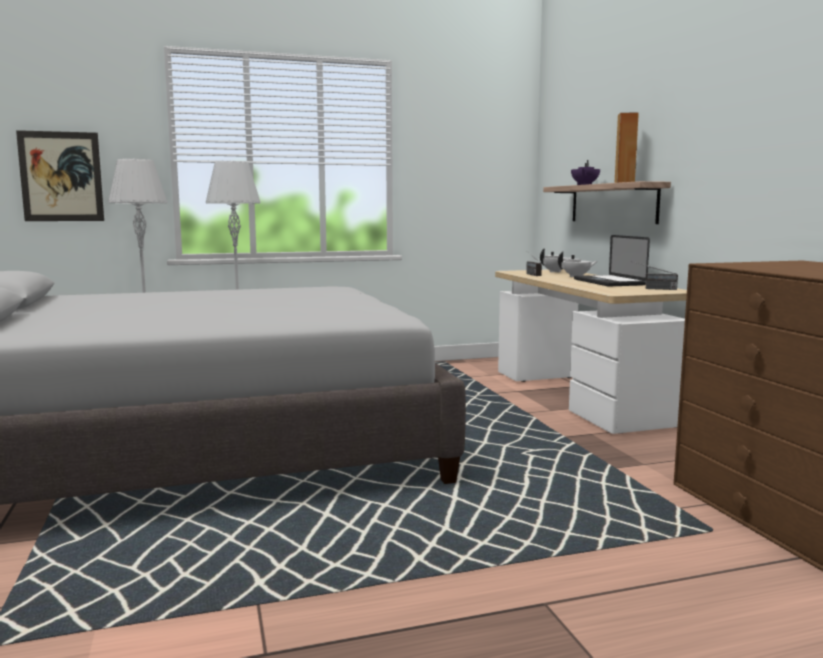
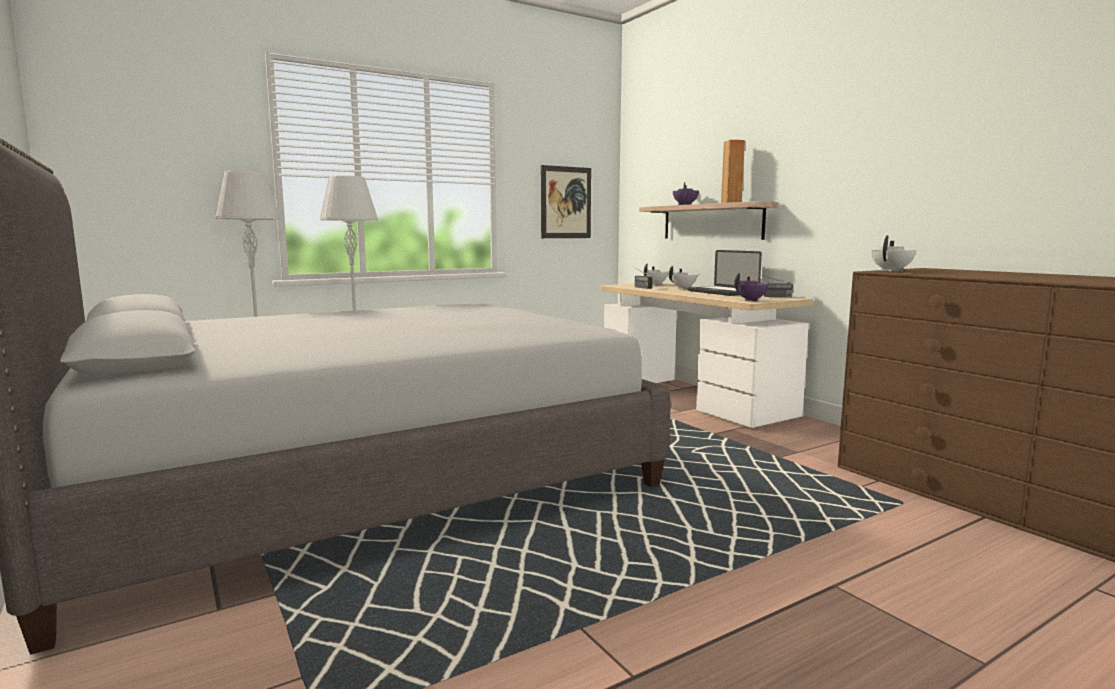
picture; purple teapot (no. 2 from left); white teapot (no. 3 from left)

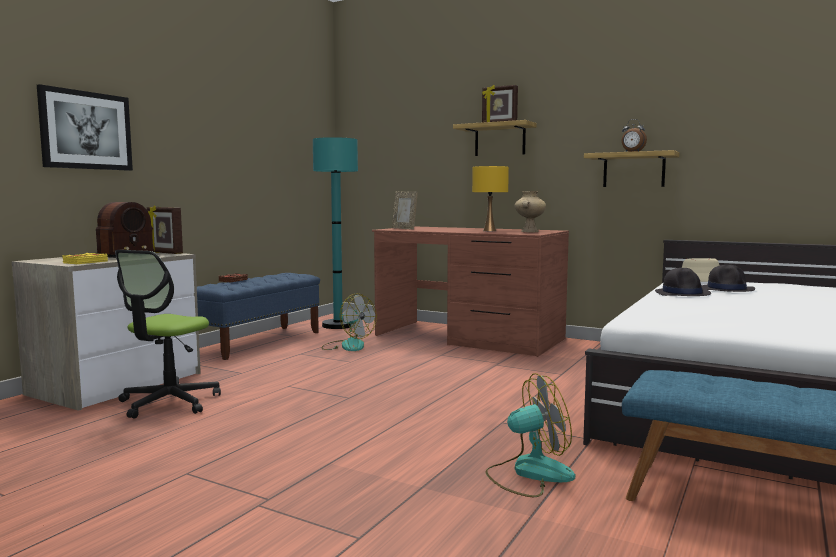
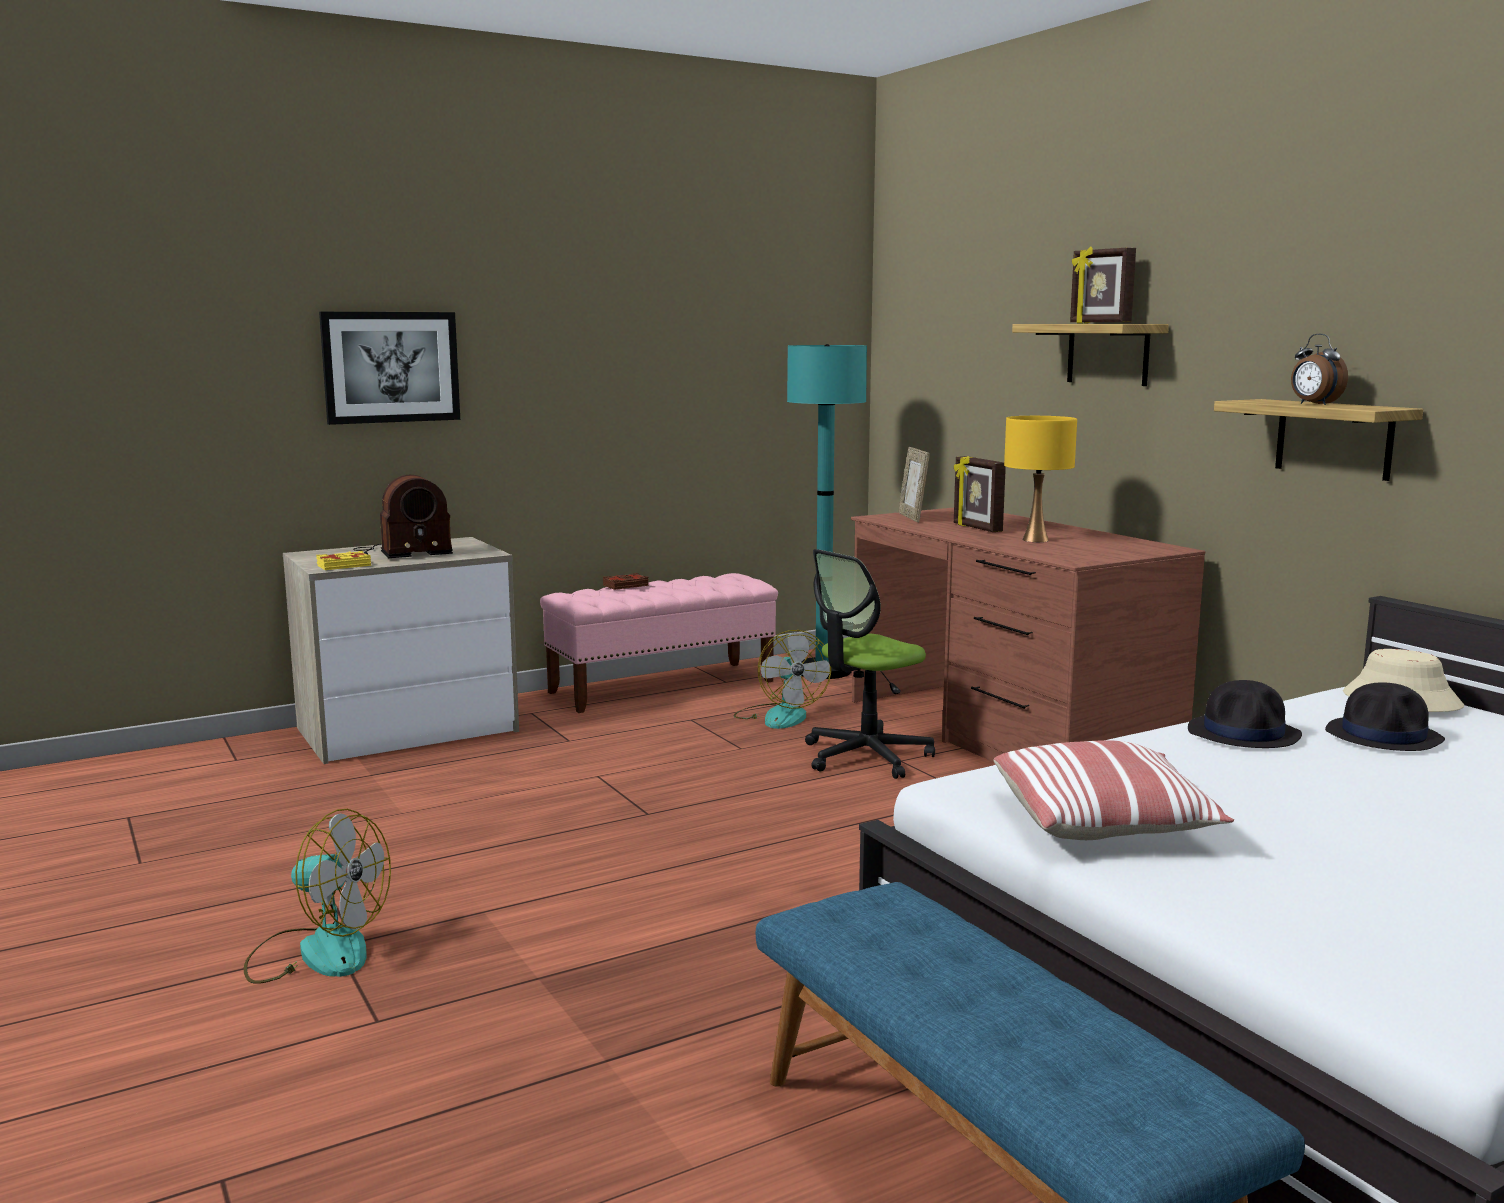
fan (no. 1 from left); pink bench; office chair; picture frame (no. 2 from left); pillow; beige vase

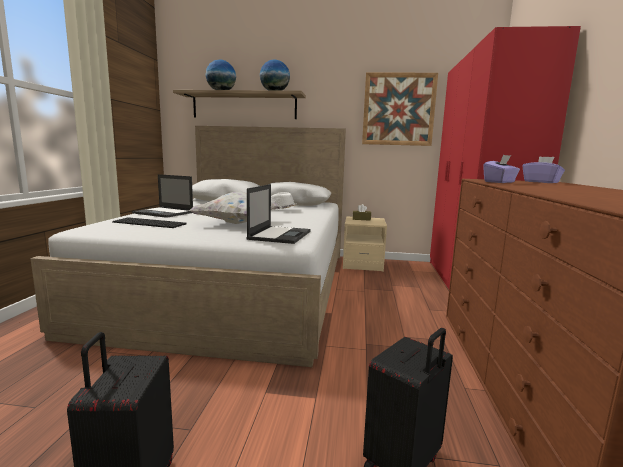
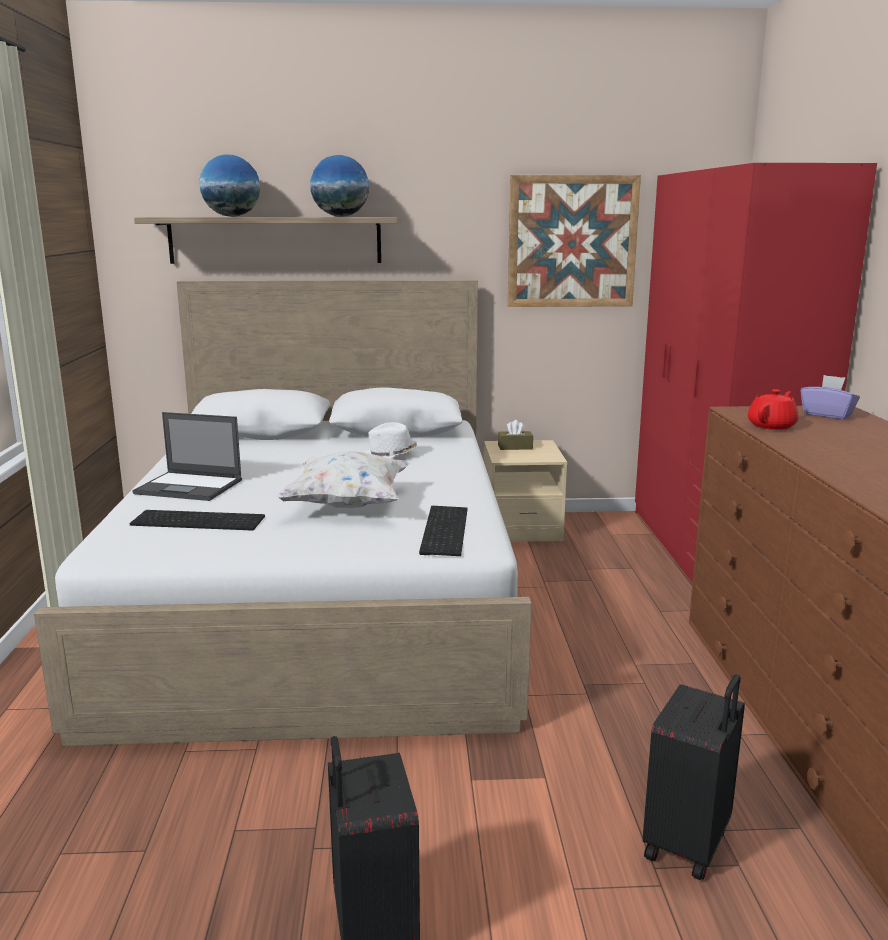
keyboard (no. 2 from left); red teapot

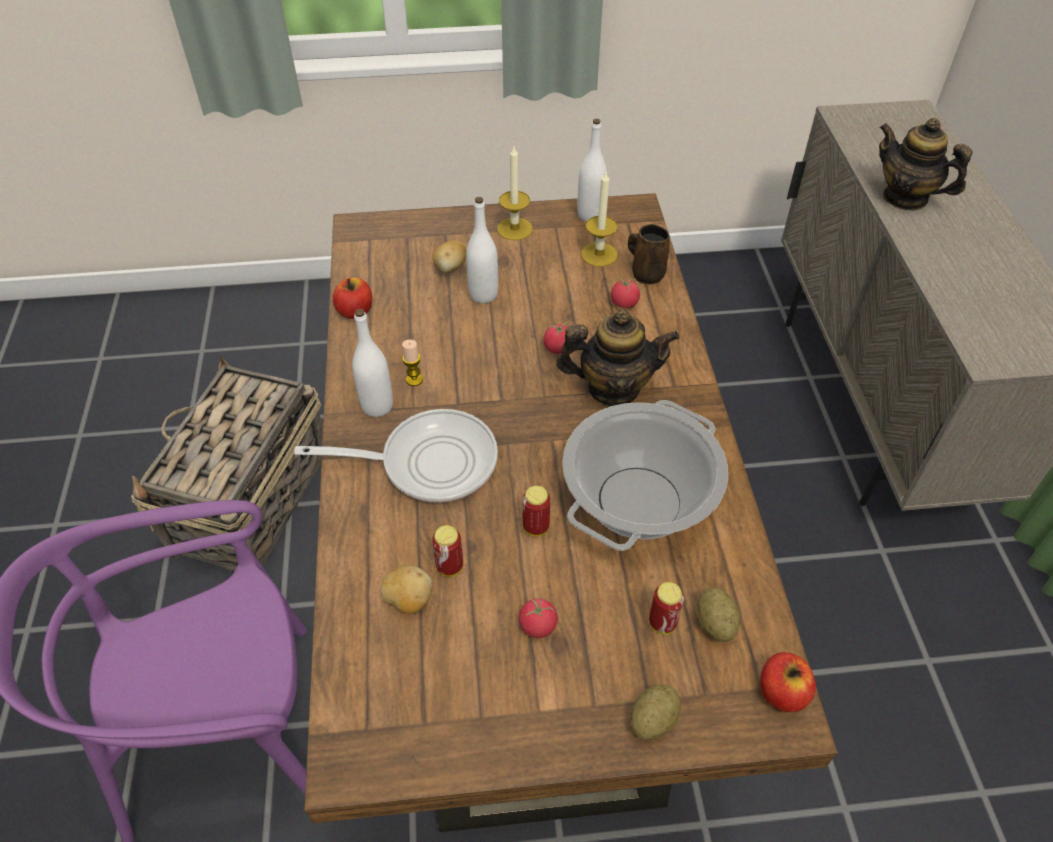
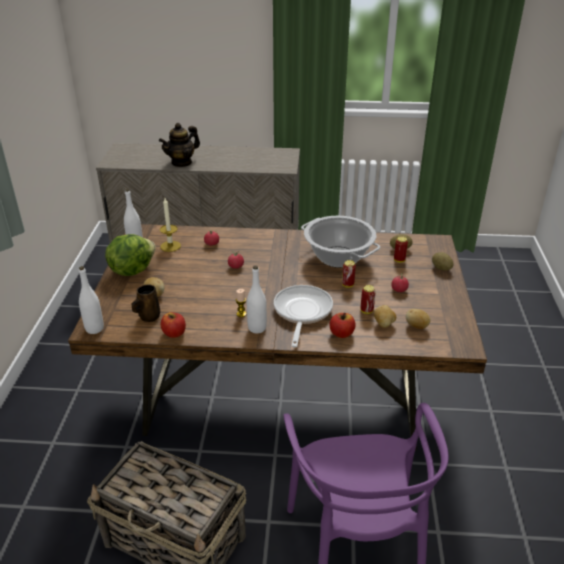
white bottle (no. 1 from left); lettuce; brown mug; apple (no. 2 from left); potato (no. 4 from left); teapot (no. 1 from left in the first image)

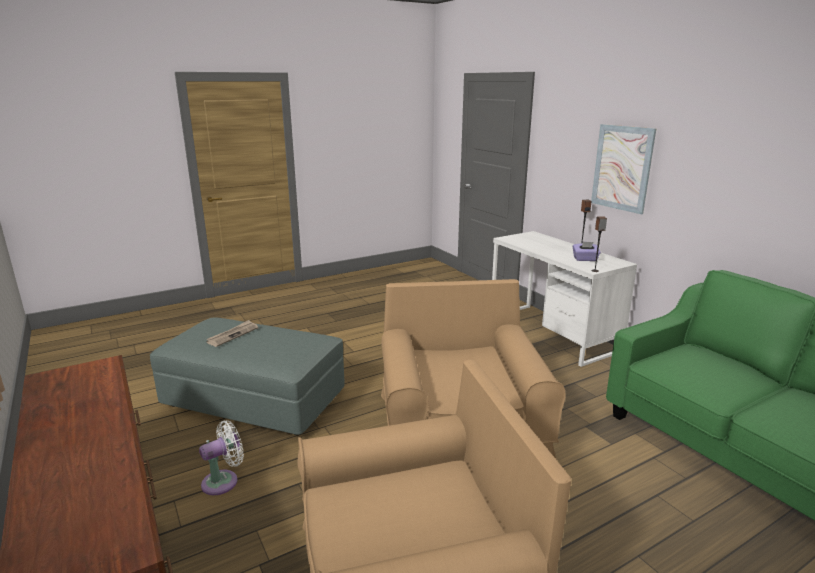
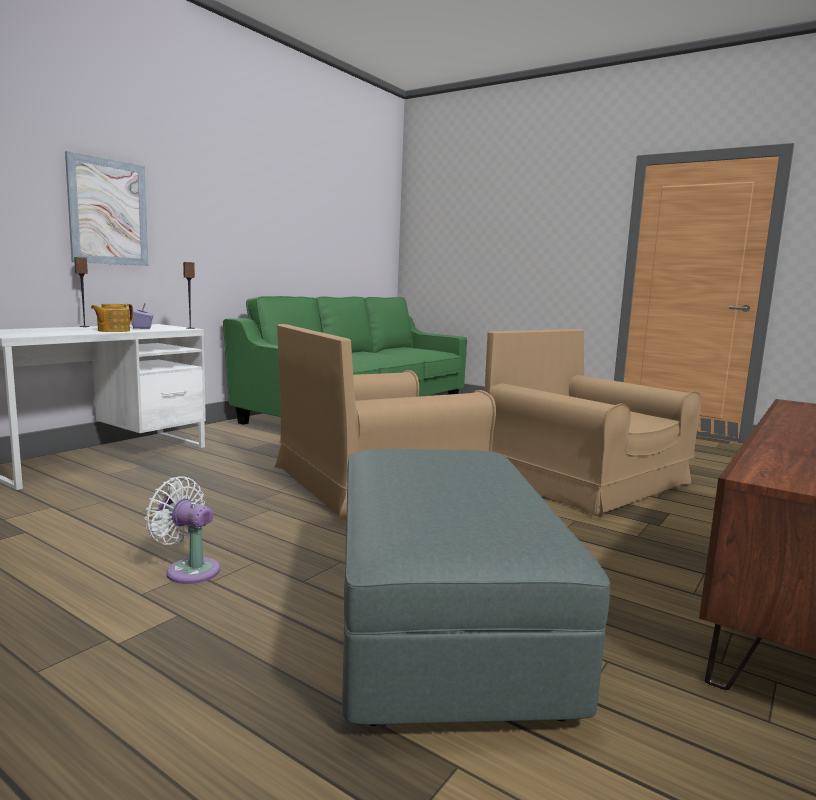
teapot; white fan; newspaper

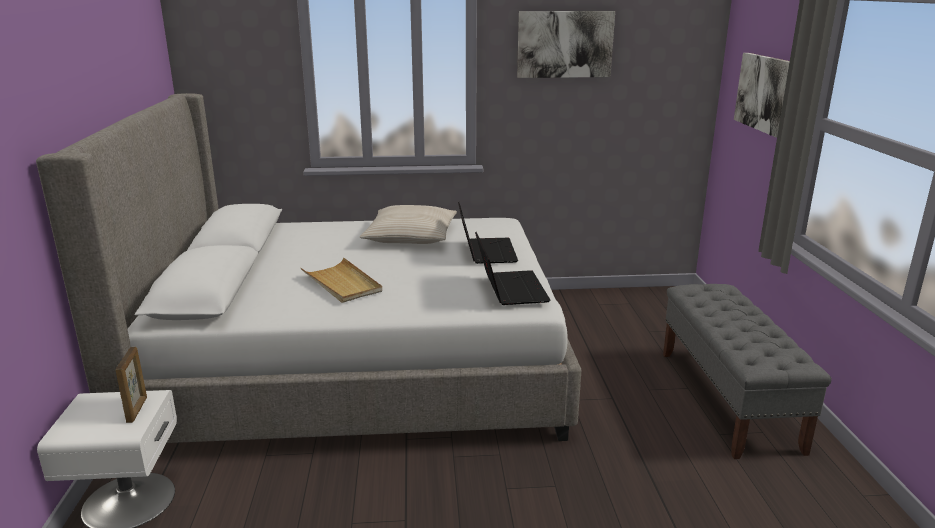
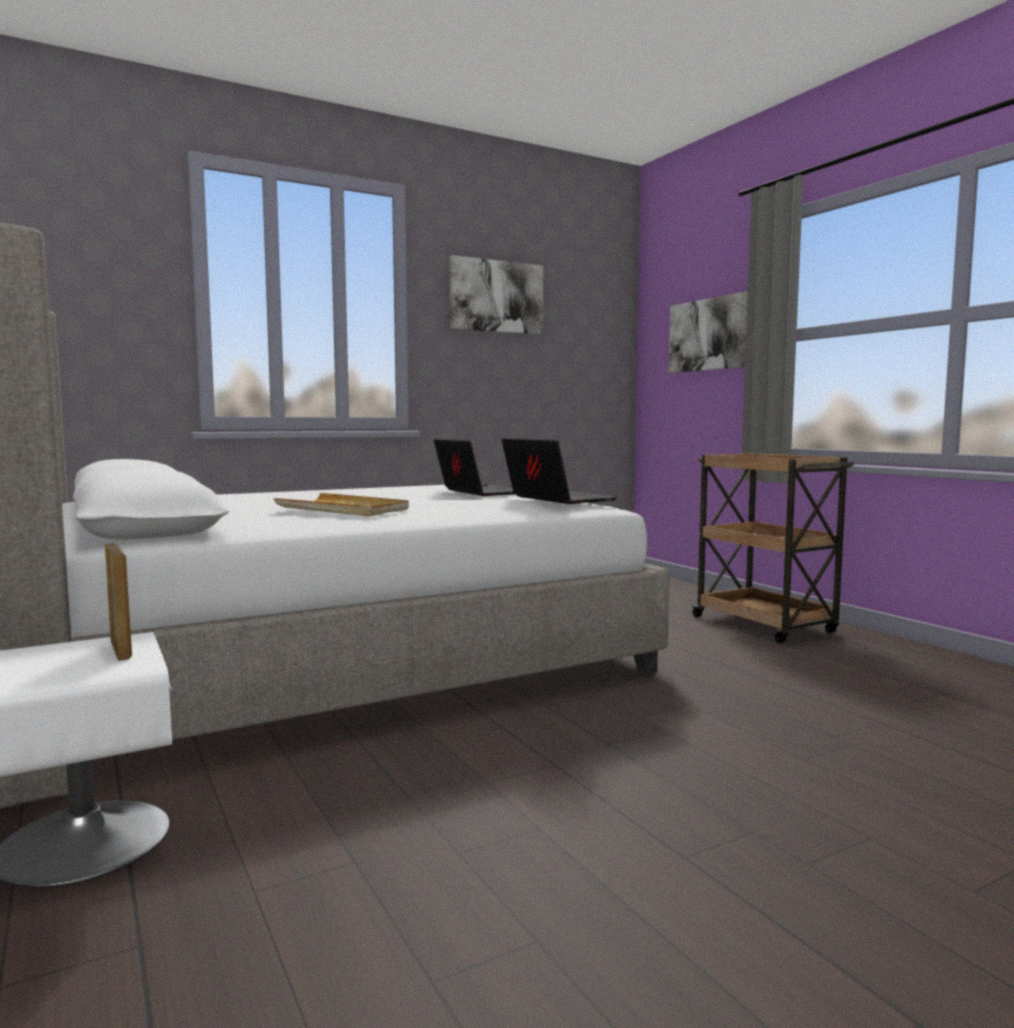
brown cart; beige pillow

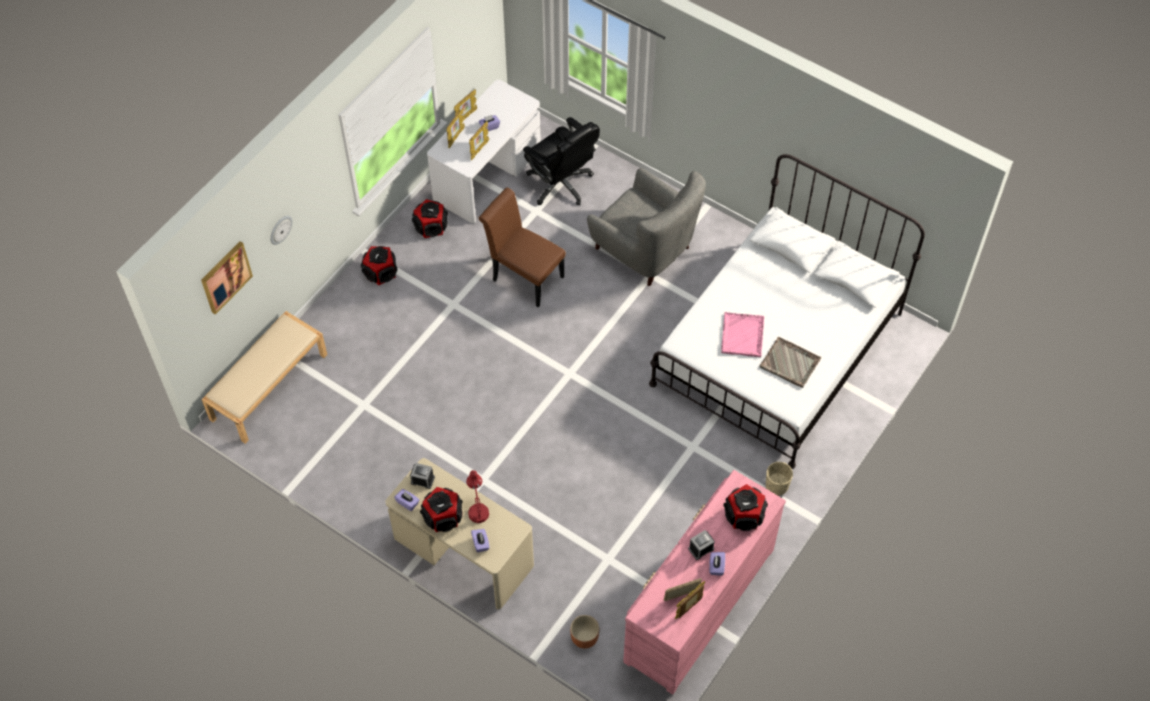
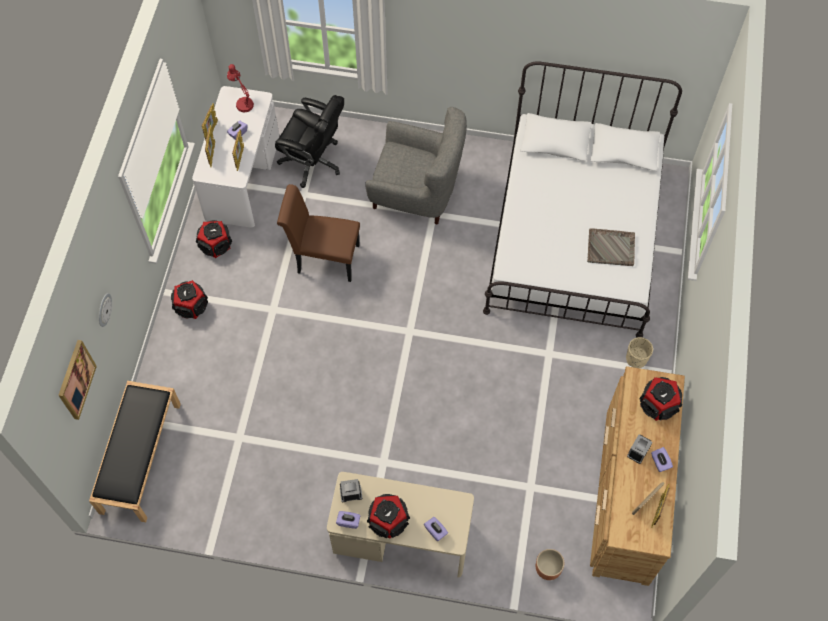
black bench; red table lamp; brown dresser; pink tray

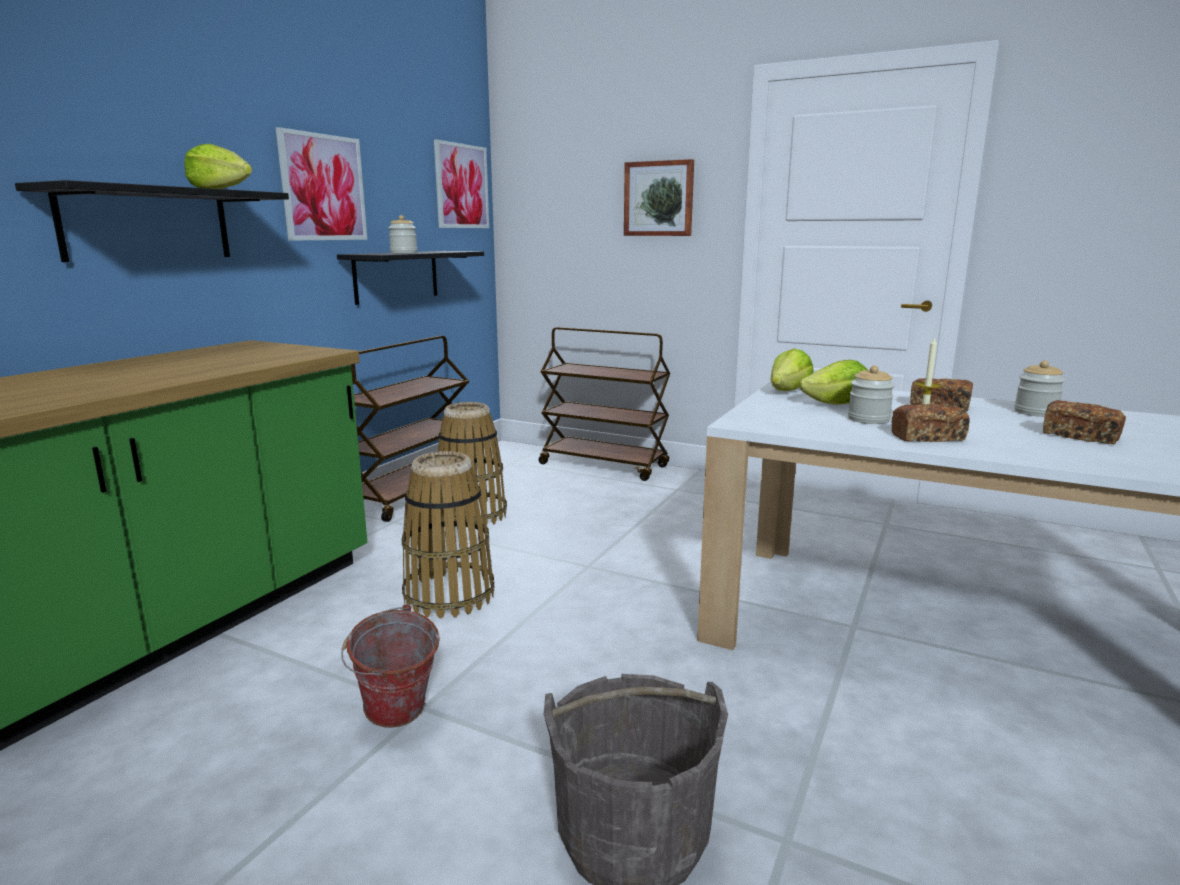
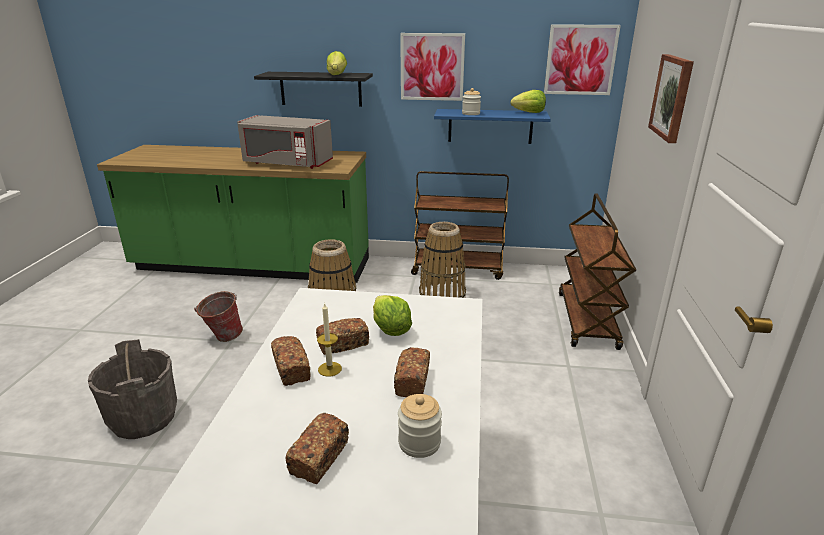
grey microwave; bread (no. 3 from left); blue shelf; lettuce (no. 3 from left)

